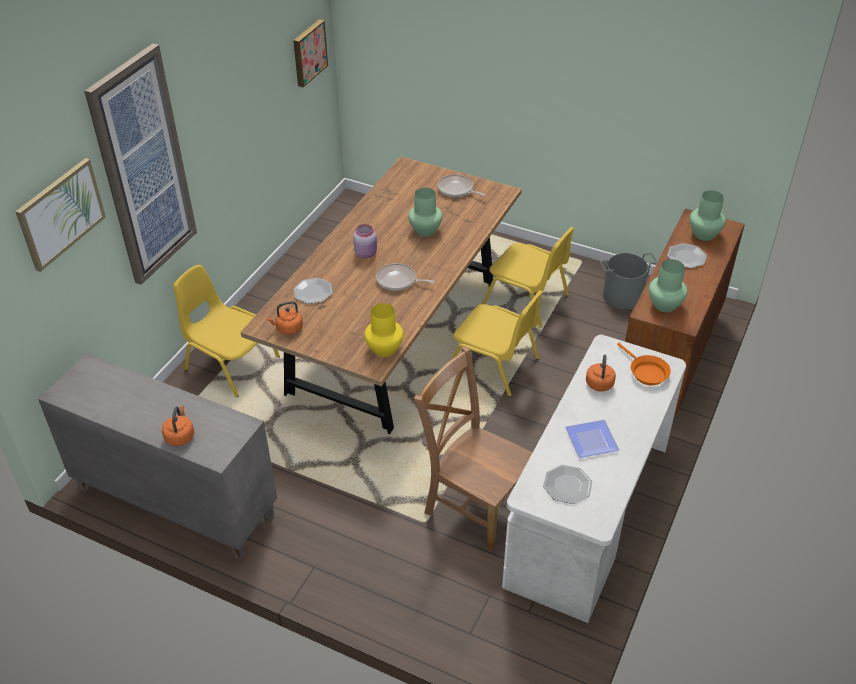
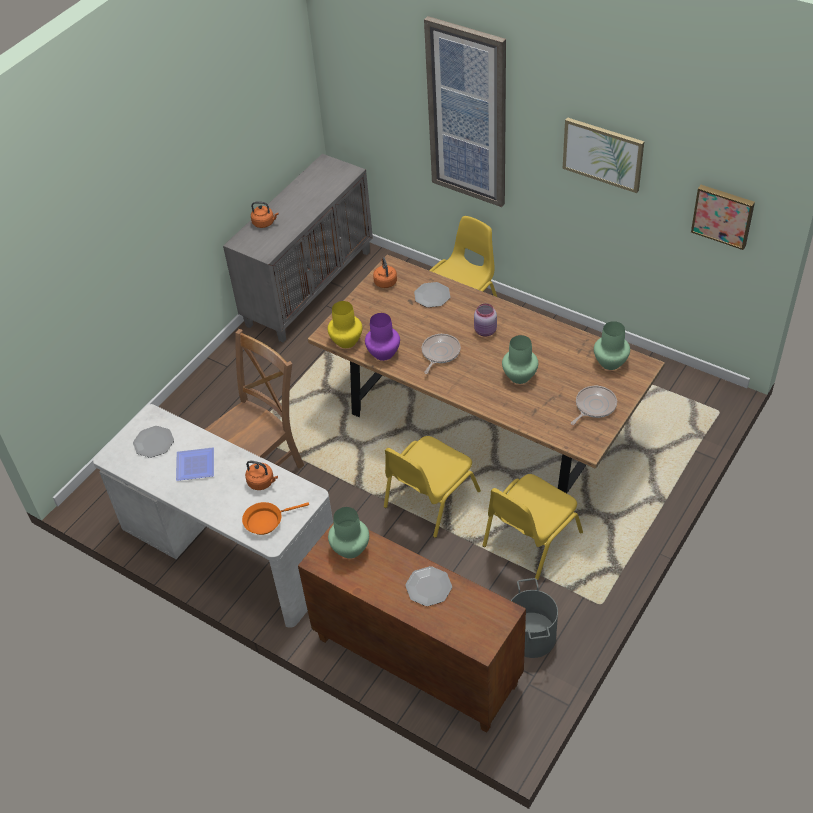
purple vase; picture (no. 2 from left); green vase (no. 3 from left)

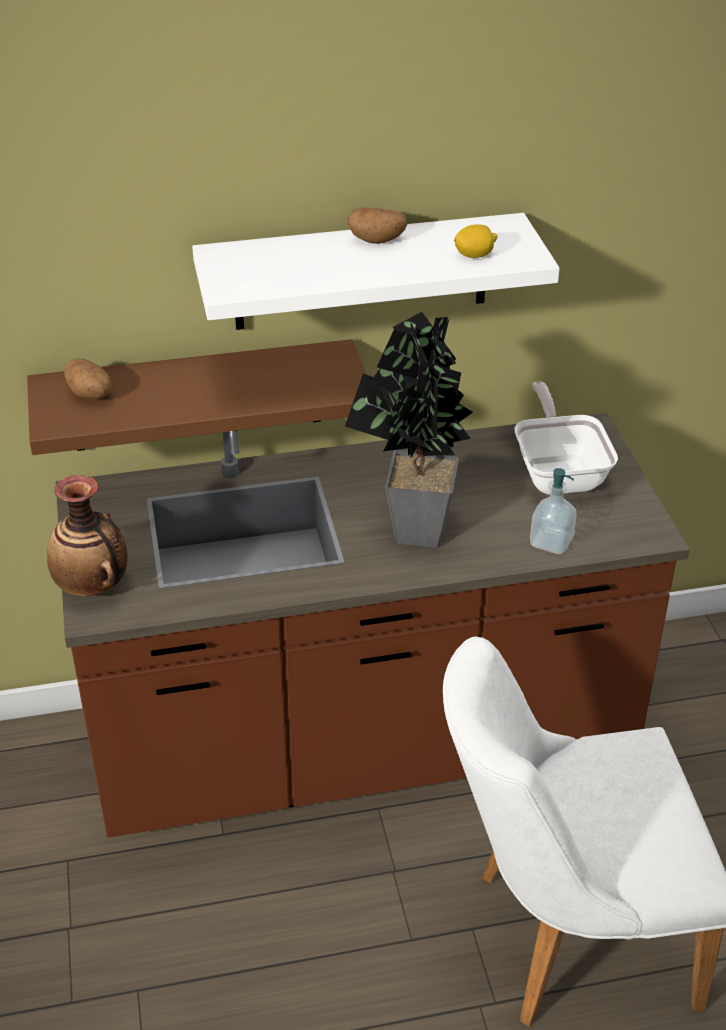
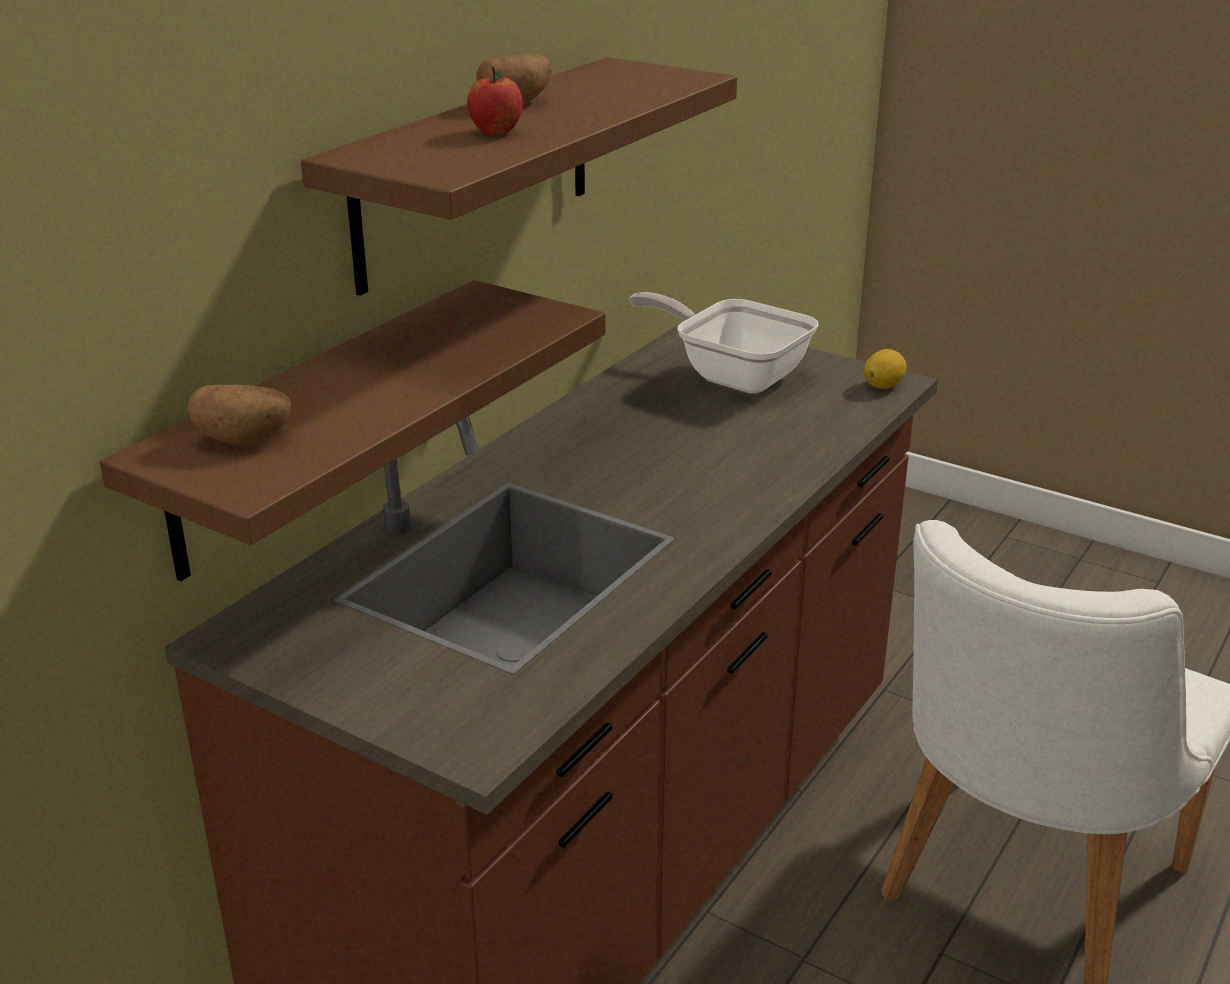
brown shelf (no. 2 from left); apple; lemon; vase; potted plant; soap dispenser

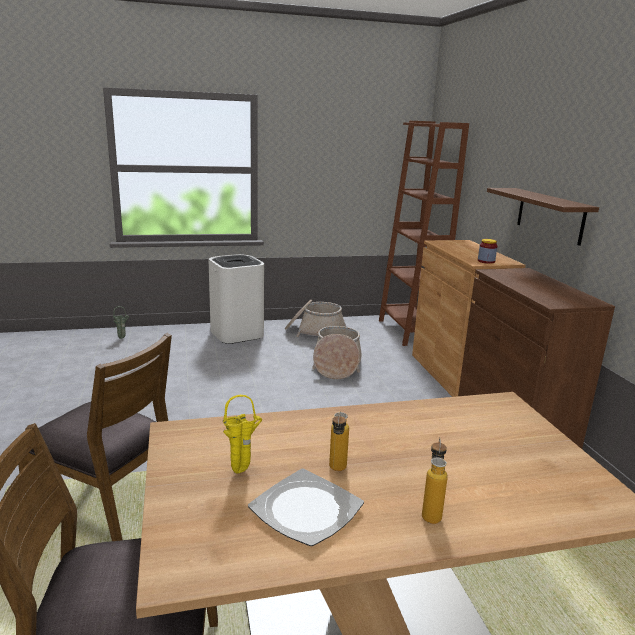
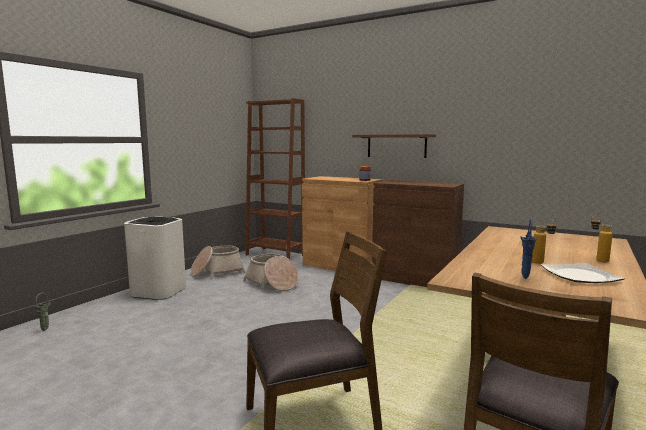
blue vase

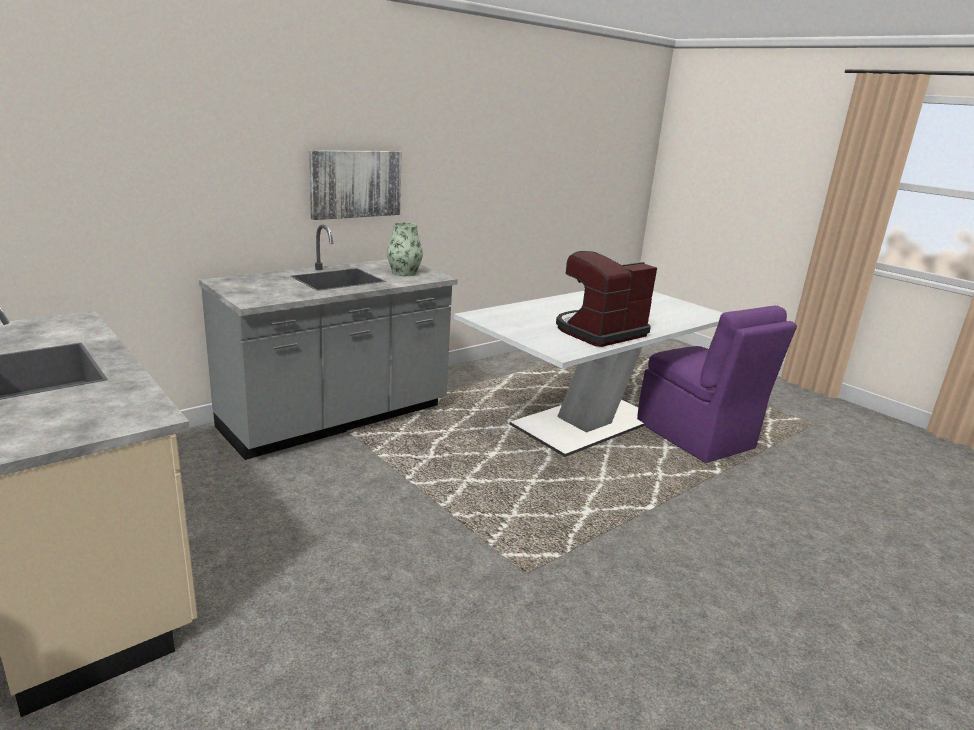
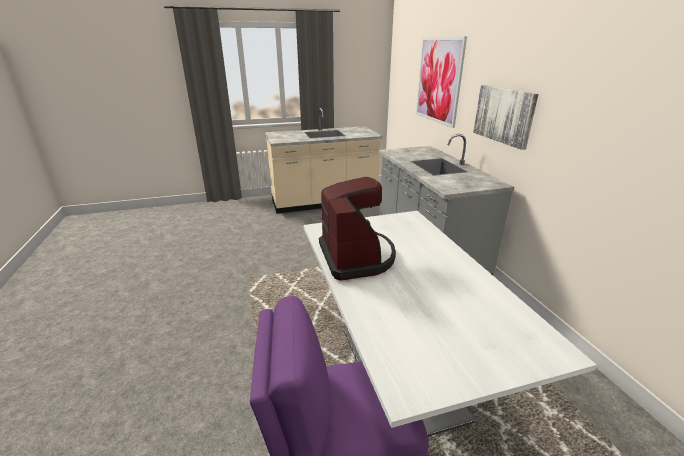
picture (no. 1 from left); vase

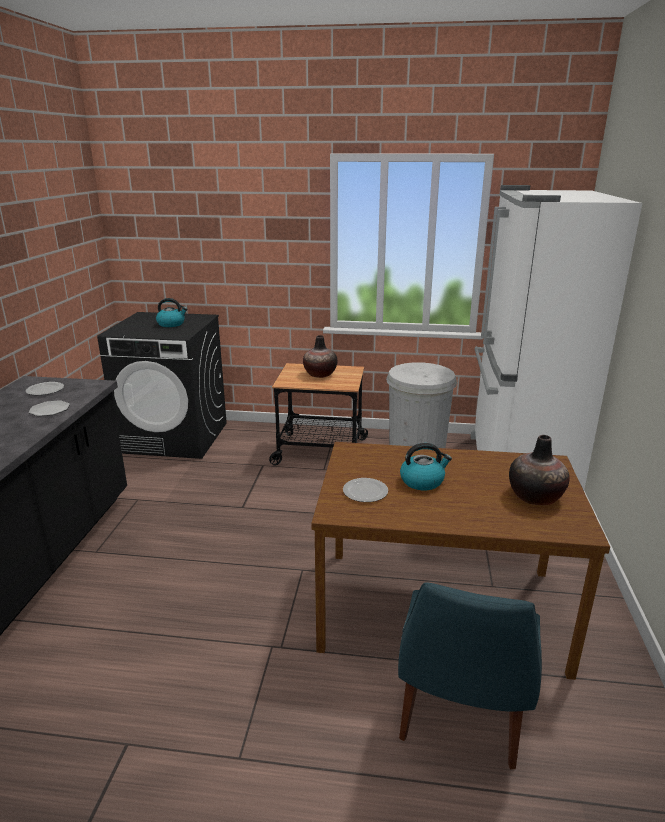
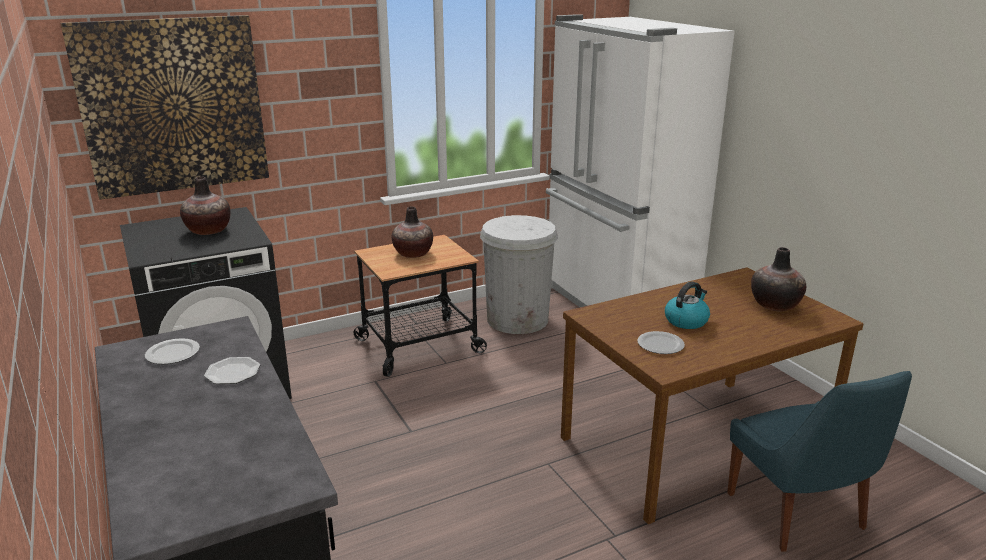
picture; vase (no. 1 from left)

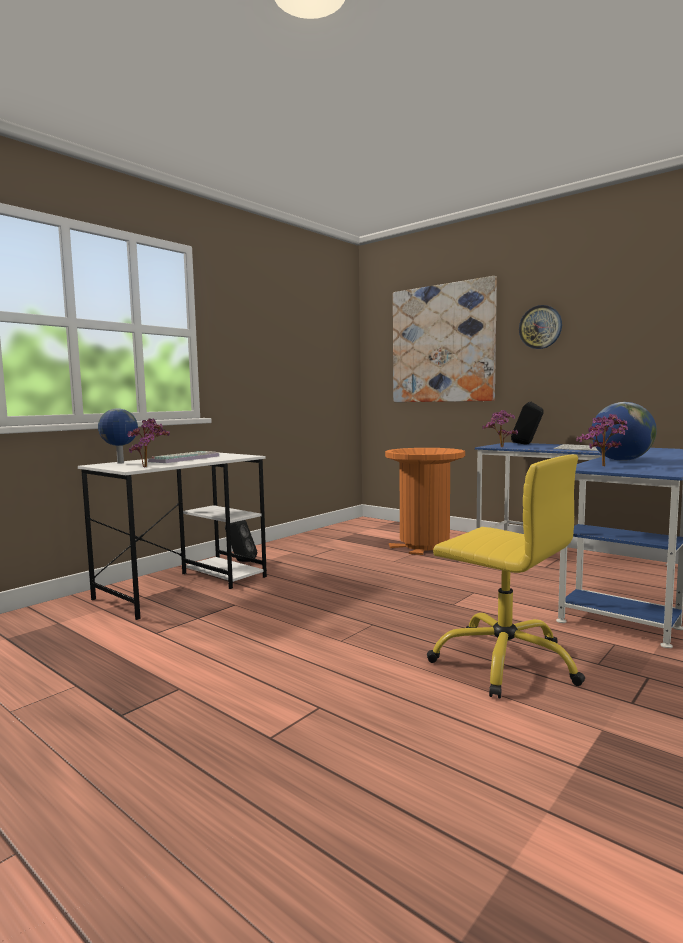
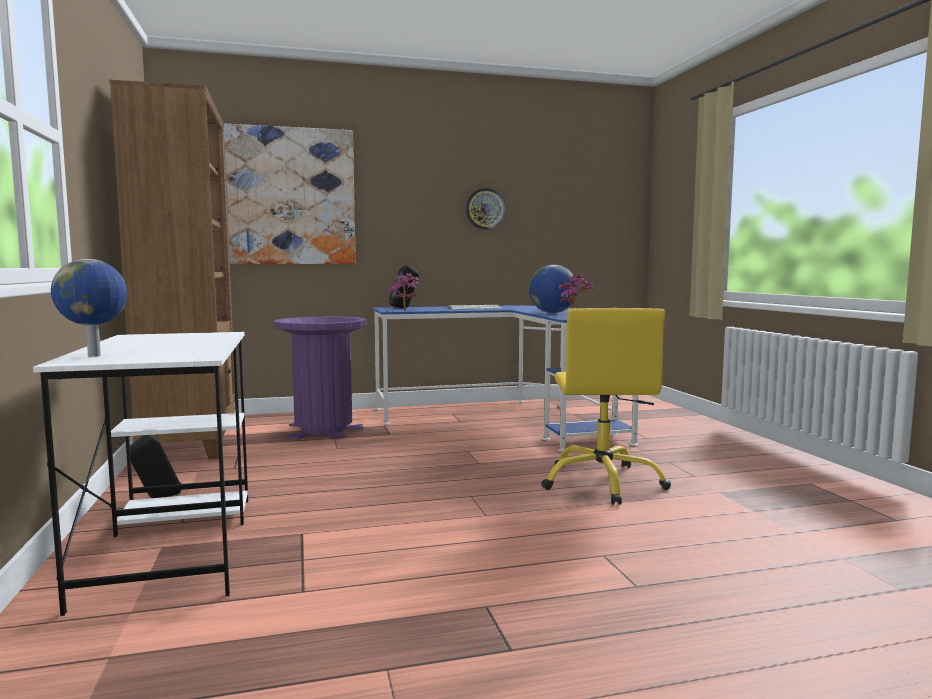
brown bookcase; purple trash can; wall clock; yellow office chair; potted plant (no. 1 from left in the first image); keyboard (no. 1 from left in the first image)

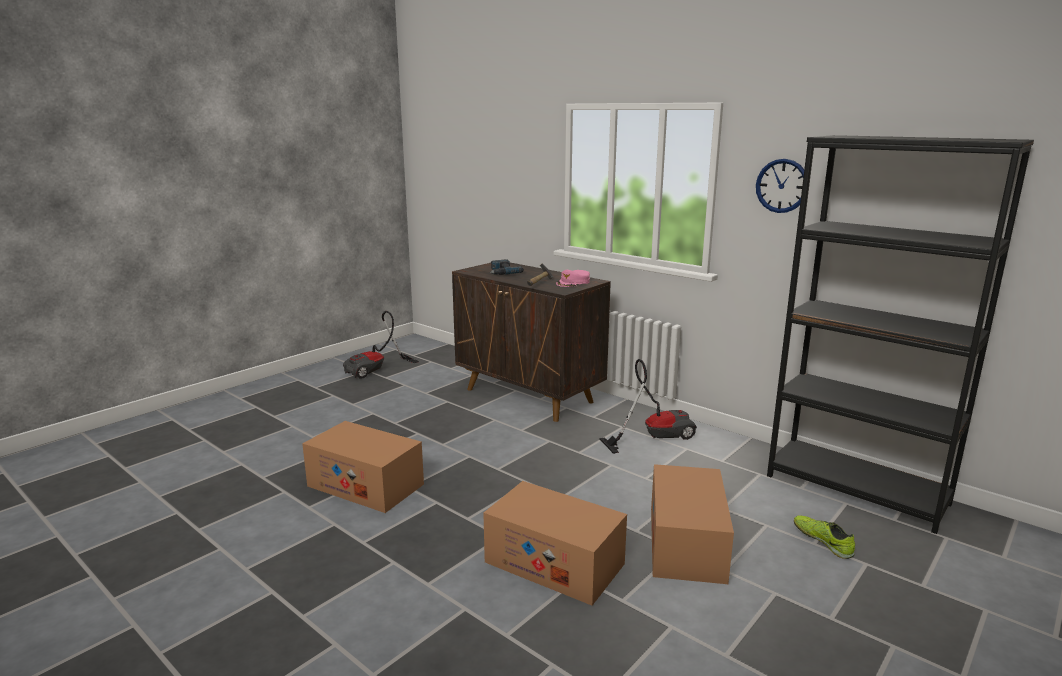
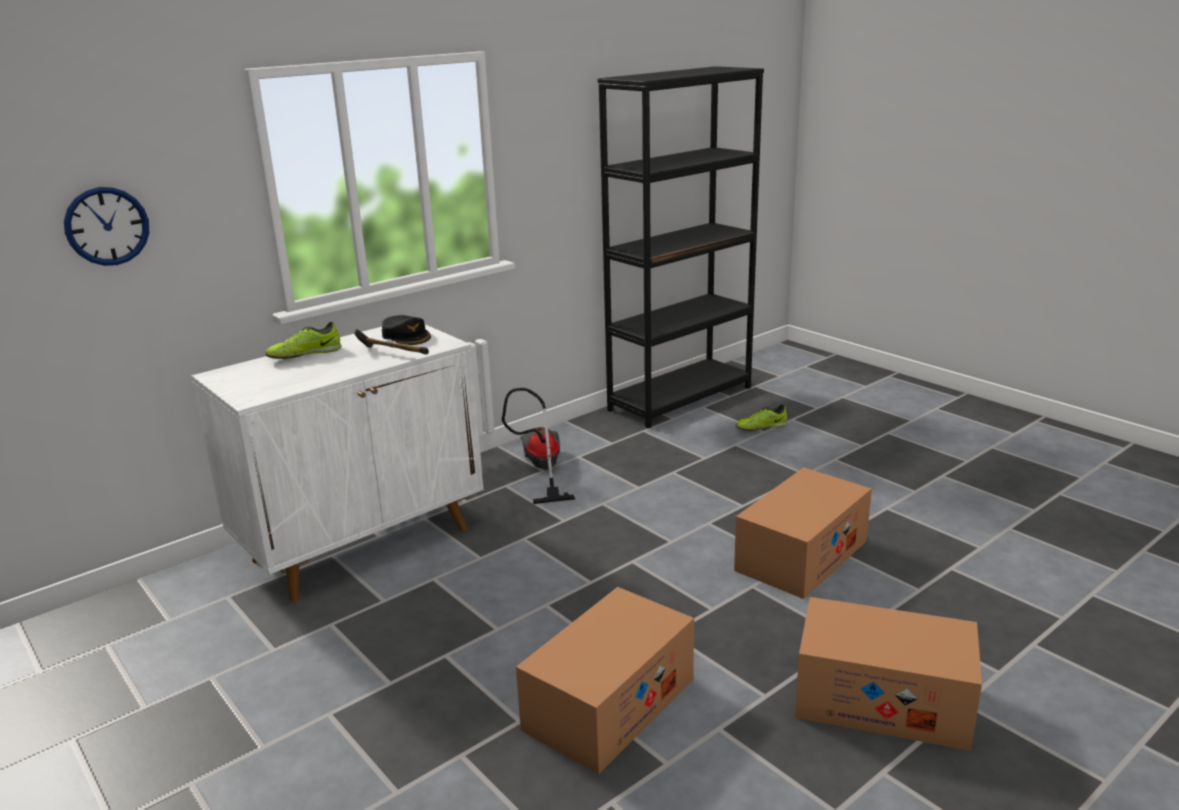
wall clock; white cabinet; shoe (no. 1 from left); black cap; cardboard box (no. 3 from left); vacuum cleaner (no. 1 from left in the first image); power drill

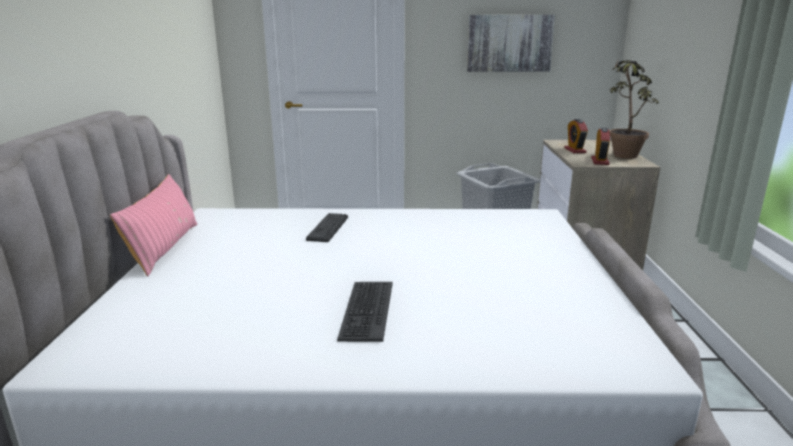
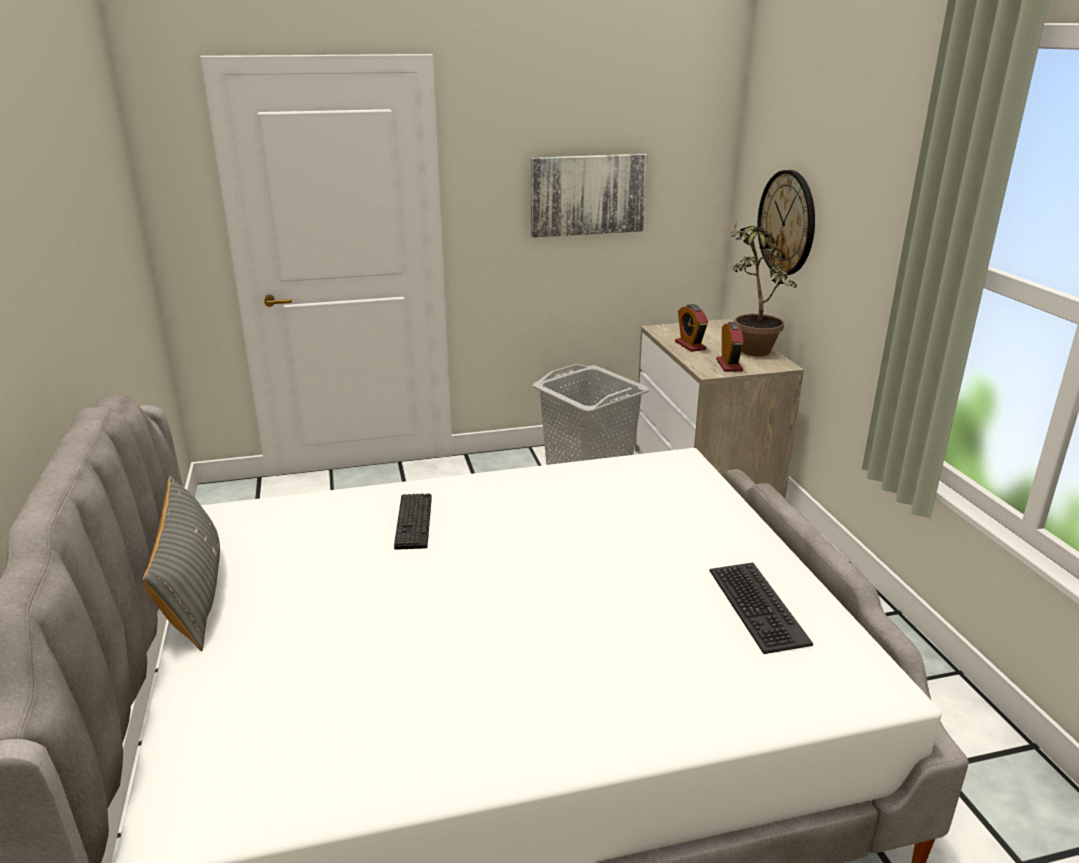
grey pillow; keyboard (no. 2 from left); wall clock

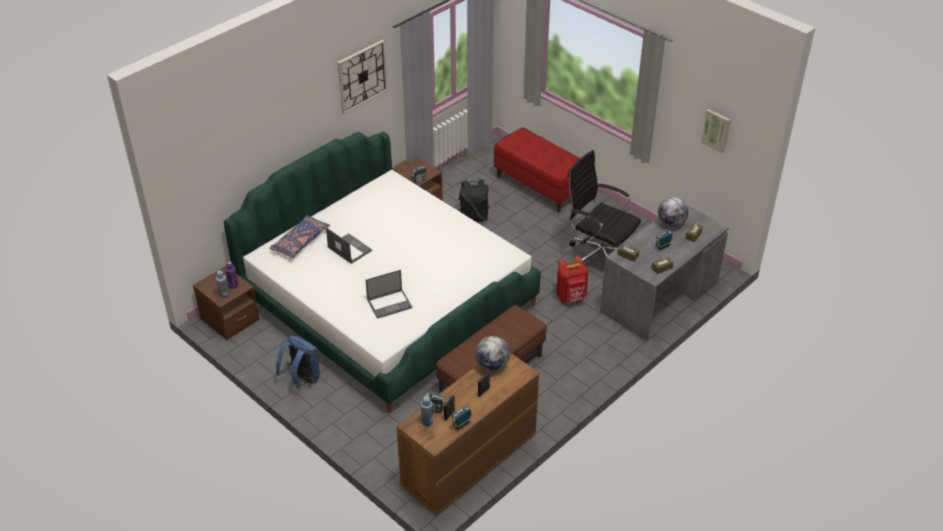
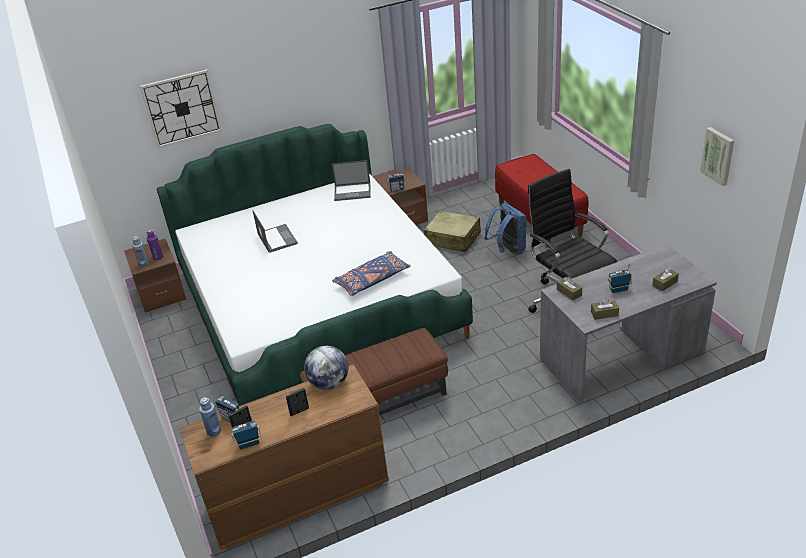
wall clock; laptop (no. 2 from left); blue pillow; beige suitcase; blue backpack; red backpack; globe (no. 2 from left in the first image)

